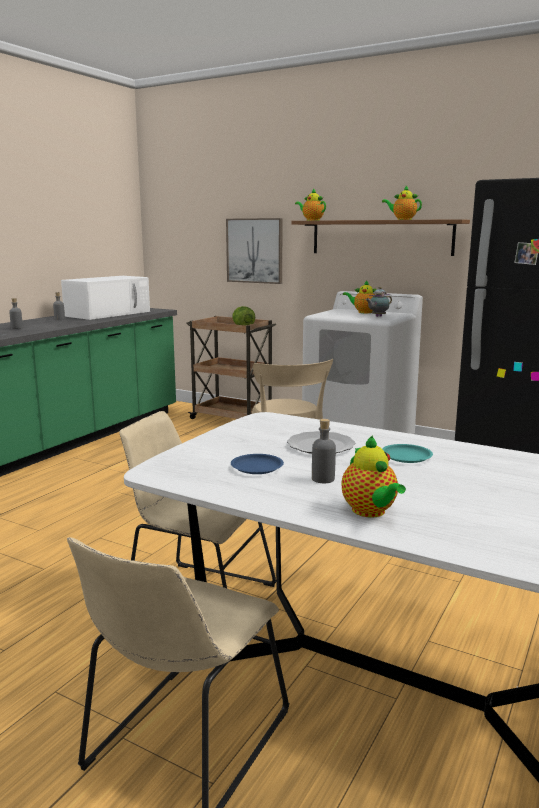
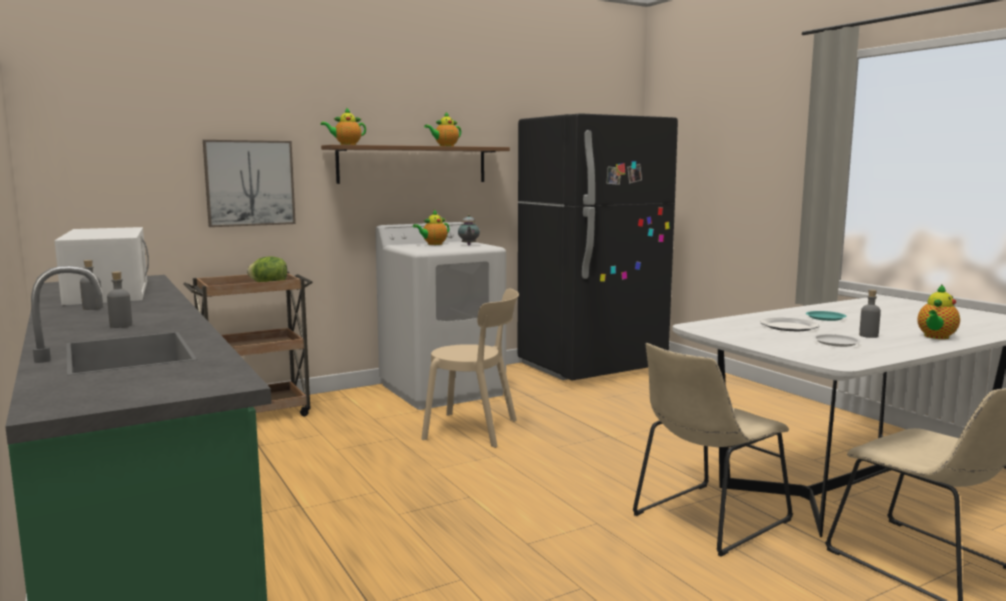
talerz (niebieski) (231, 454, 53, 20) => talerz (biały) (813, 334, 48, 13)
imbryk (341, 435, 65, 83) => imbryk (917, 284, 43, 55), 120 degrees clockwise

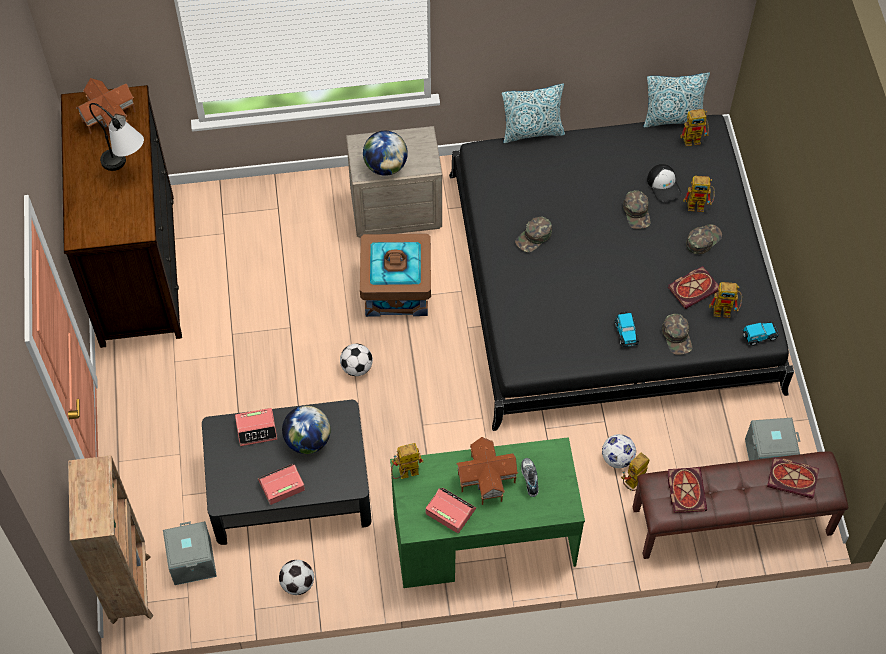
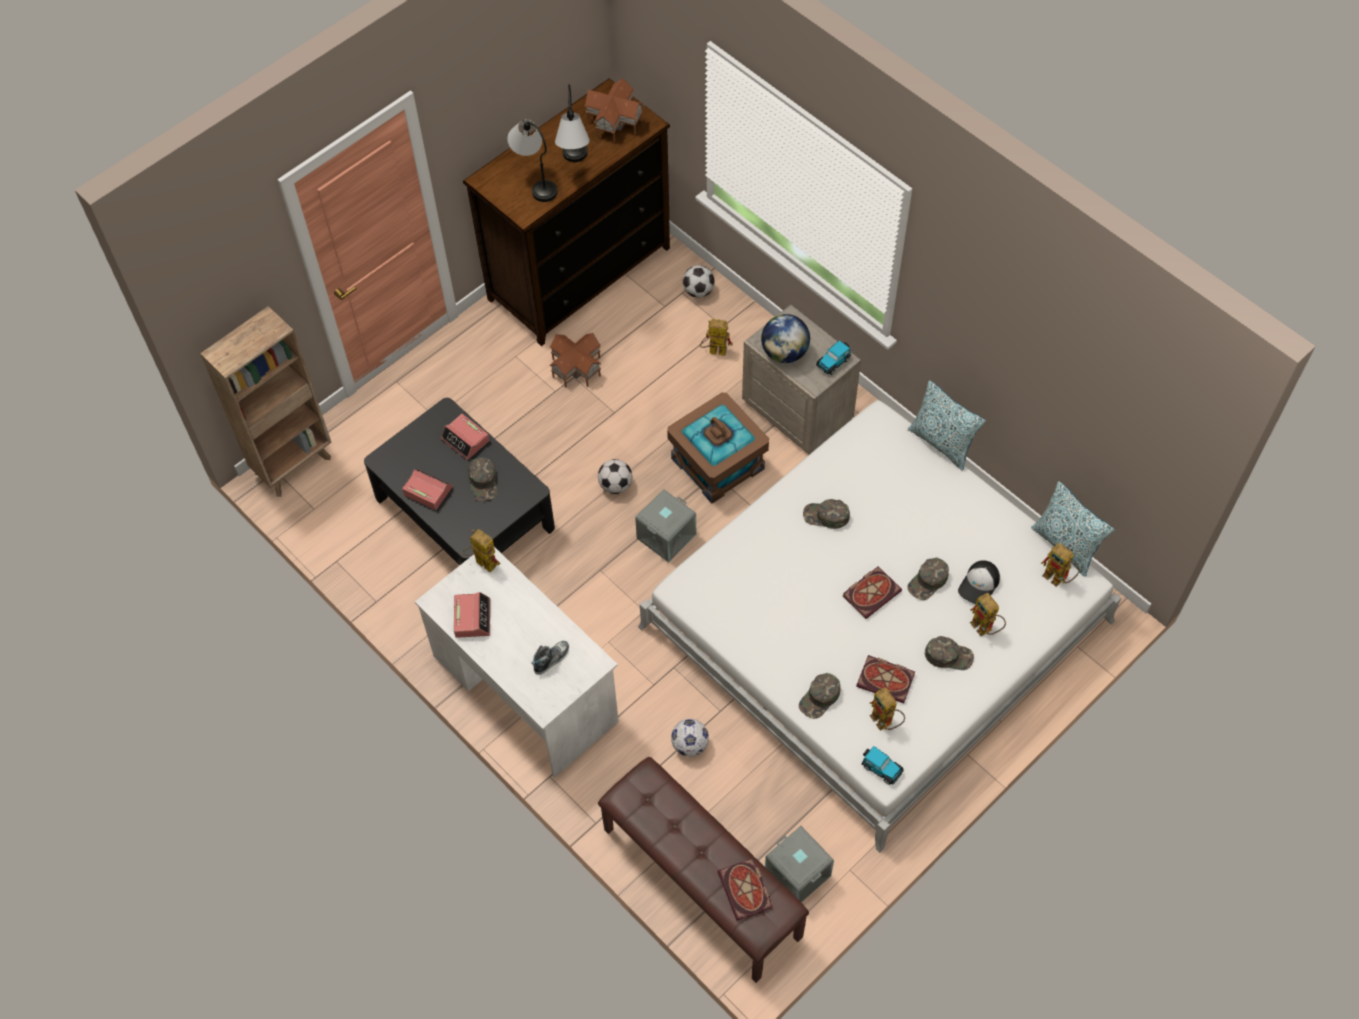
pojemnik do przechowywania (szary) (163, 521, 54, 64) => pojemnik do przechowywania (szary) (635, 489, 61, 74), relocated
piłka futbolowa (279, 560, 35, 35) => piłka futbolowa (683, 265, 32, 33), relocated
globus (282, 406, 49, 48) => czapka z daszkiem (zielony) (468, 457, 29, 44)
biurko (zielony) (390, 437, 195, 151) => biurko (biały) (415, 547, 204, 231)
łóżko (czarny) (449, 115, 345, 316) => łóżko (biały) (638, 400, 483, 453)
domek (456, 437, 62, 68) => domek (550, 333, 51, 55), relocated
samochodzik (615, 312, 24, 35) => samochodzik (816, 340, 35, 35), relocated
robot zabawkowy (621, 452, 29, 39) => robot zabawkowy (700, 319, 33, 37), relocated
książka (668, 467, 39, 46) => książka (843, 566, 59, 53), relocated
nothing => lampa stołowa (507, 119, 51, 83)

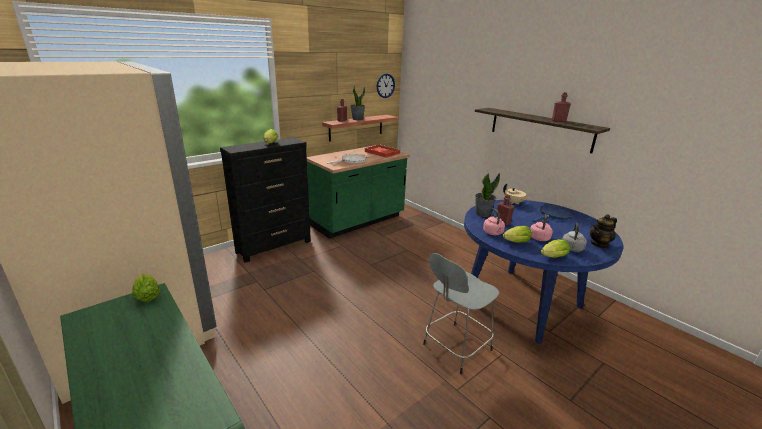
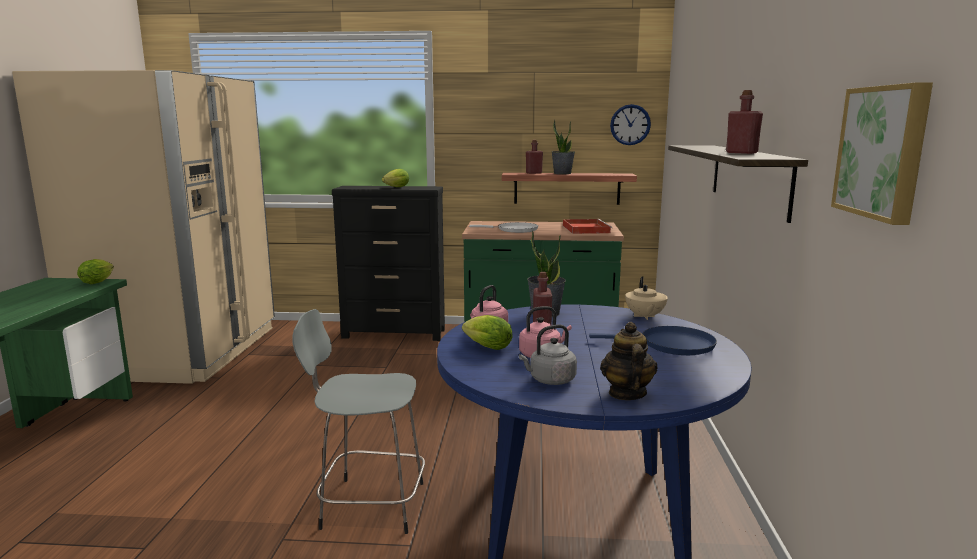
sałata (541, 239, 29, 19) => nothing
imbryk (589, 214, 28, 34) => imbryk (600, 322, 58, 78), 75 degrees clockwise
nothing => obraz (831, 82, 102, 143)

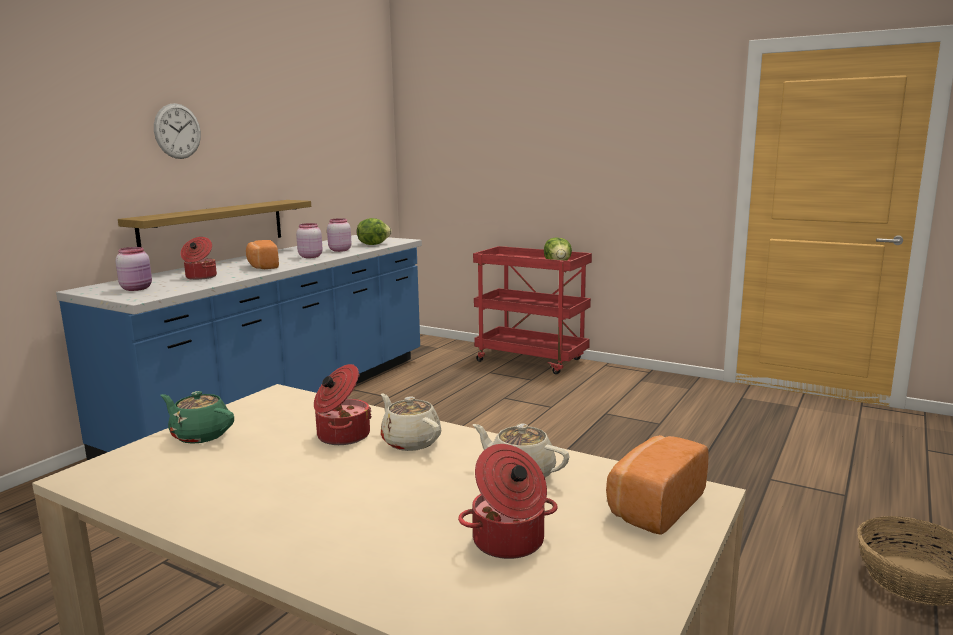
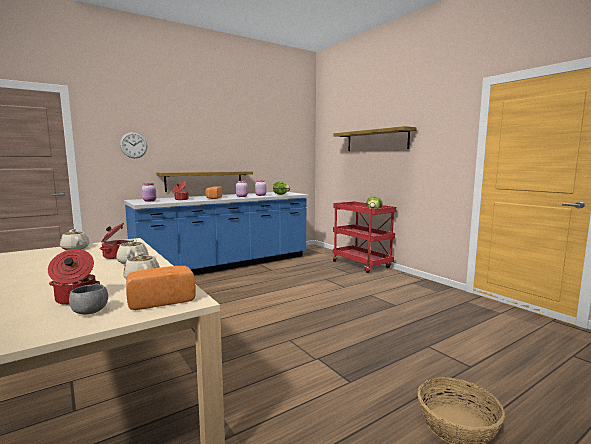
zegar ścienny (154, 103, 47, 56) => zegar ścienny (120, 132, 27, 26), relocated
imbryk (zielony) (160, 391, 74, 53) => imbryk (beżowy) (60, 229, 29, 21)
nothing => miska (szary) (69, 284, 39, 30)
nothing => półka (333, 126, 84, 25)

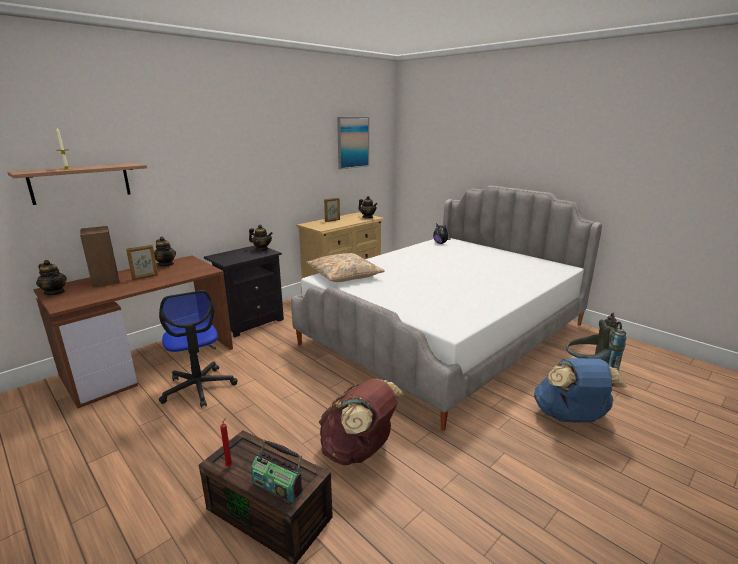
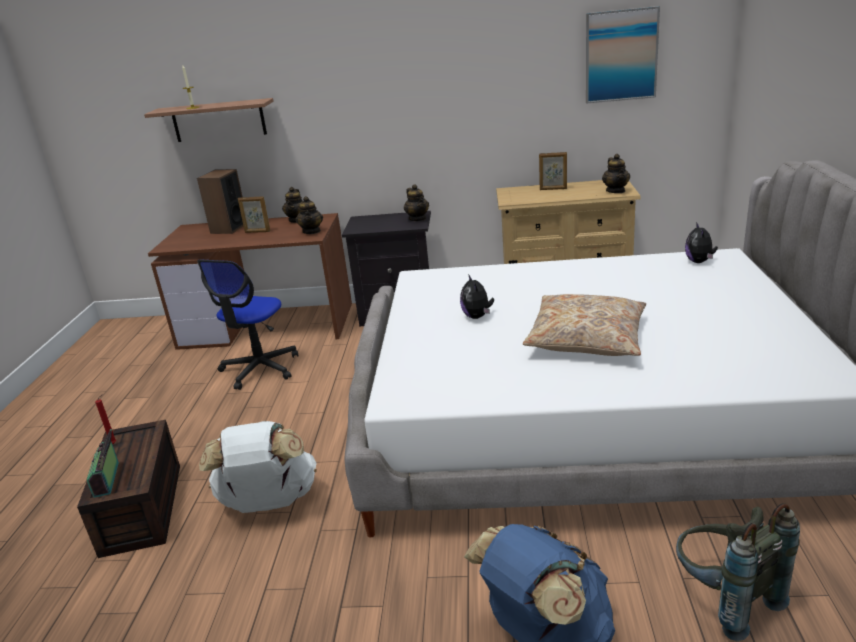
imbryk (36, 260, 31, 35) => imbryk (295, 196, 28, 38), relocated
poduszka (beżowy) (306, 253, 79, 29) => poduszka (beżowy) (523, 294, 123, 62), relocated
plecak (brązowy) (319, 379, 85, 86) => plecak (biały) (199, 420, 118, 93)
nothing => pluszak (460, 274, 34, 45)

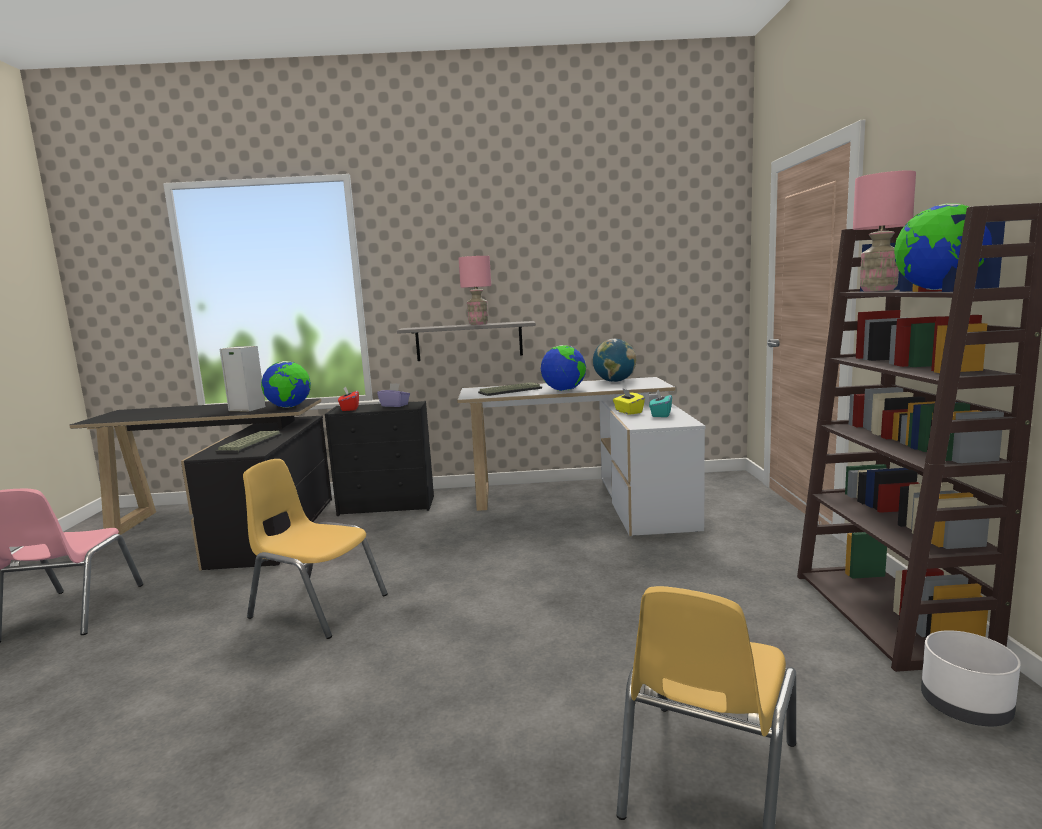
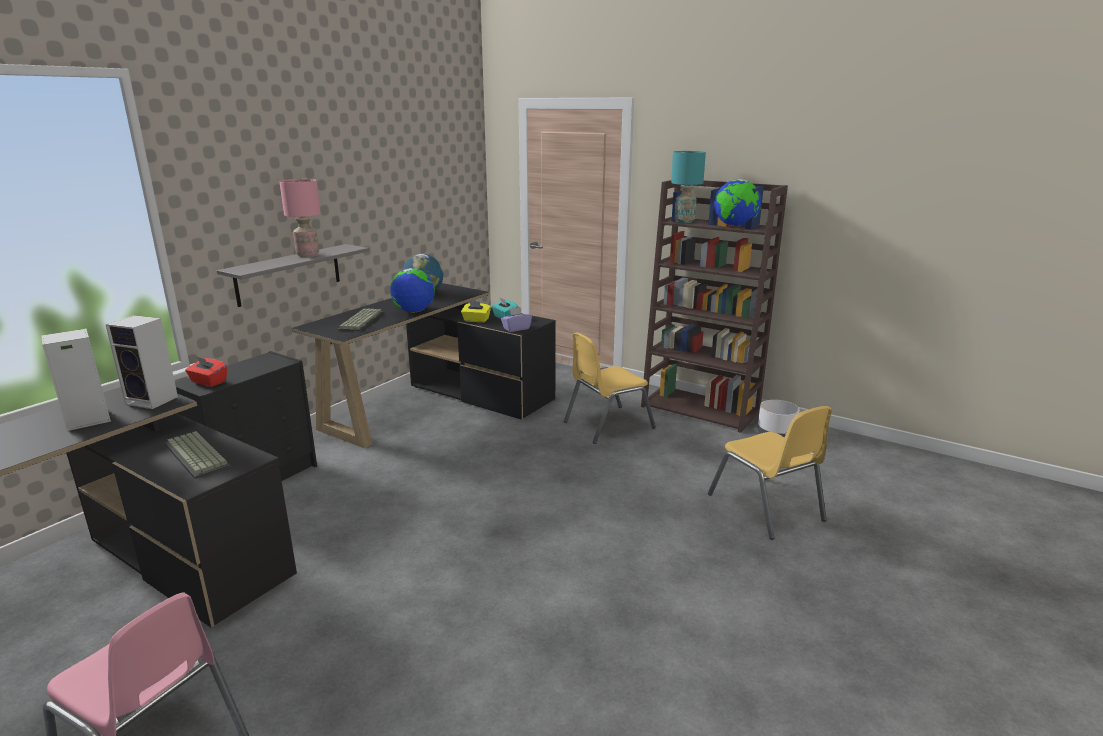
krzesło (żółty) (243, 459, 145, 180) => krzesło (żółty) (564, 332, 92, 112), relocated
globus (261, 361, 50, 47) => głośnik (105, 315, 73, 94)
pudełko chusteczek (fioletowy) (377, 383, 33, 24) => pudełko chusteczek (fioletowy) (501, 307, 31, 25), relocated
biurko (biały) (457, 377, 248, 159) => biurko (czarny) (291, 283, 265, 165)
lampa stołowa (różowy) (853, 170, 63, 121) => lampa stołowa (turkusowy) (671, 151, 35, 72)

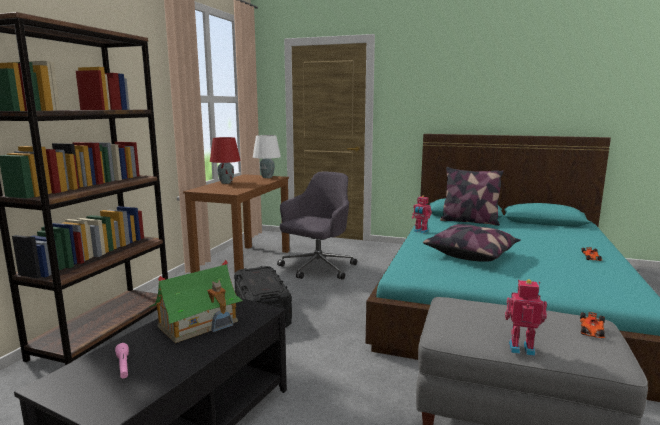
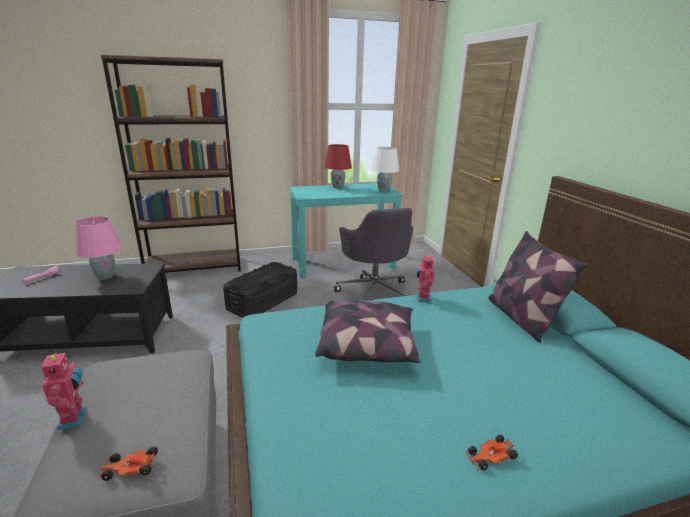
domek (149, 260, 94, 83) => lampa stołowa (różowy) (75, 216, 47, 64)
biurko (brązowy) (183, 174, 106, 99) => biurko (turkusowy) (289, 183, 114, 95)
krzesło biurowe (szary) (277, 172, 80, 108) => krzesło biurowe (szary) (334, 208, 79, 93), 75 degrees clockwise

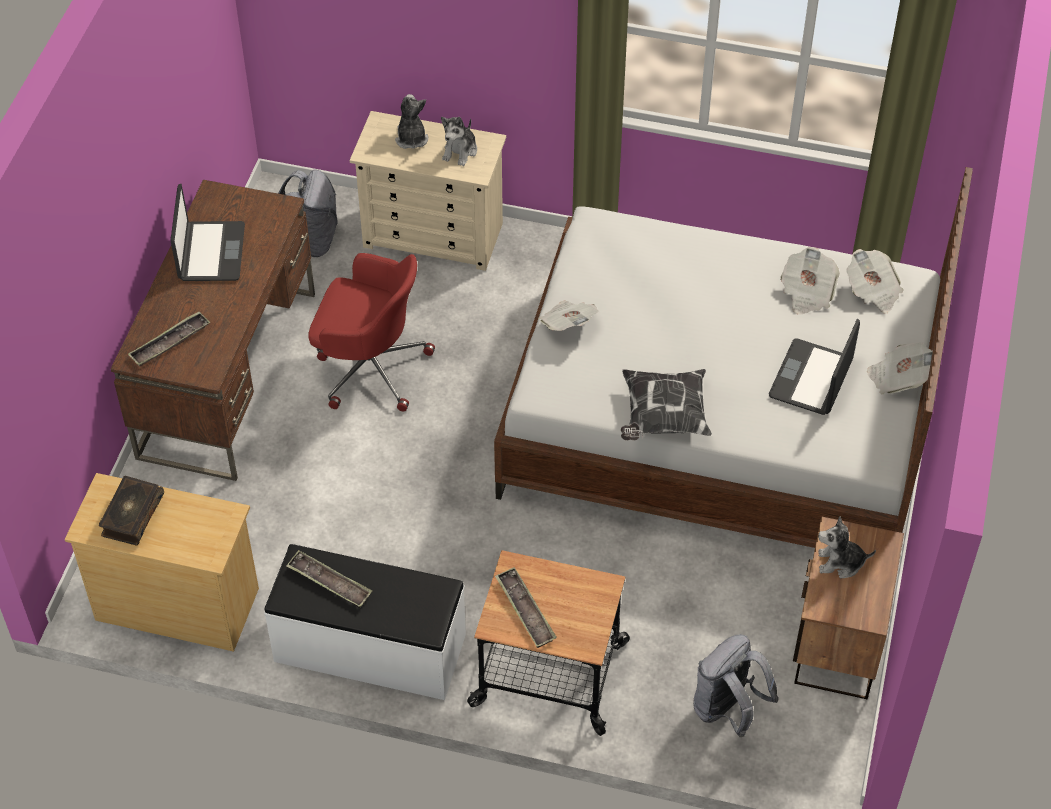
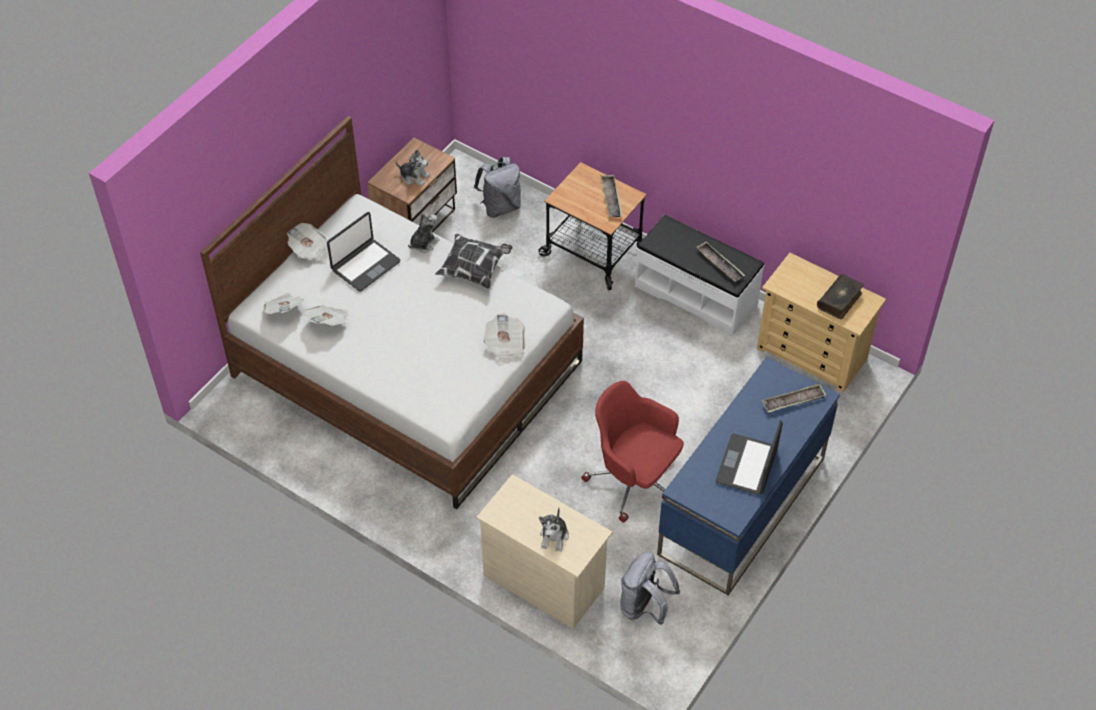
biurko (brązowy) (111, 180, 204, 301) => biurko (niebieski) (657, 357, 183, 239)
pluszak (441, 117, 36, 49) => pluszak (408, 213, 32, 40), relocated

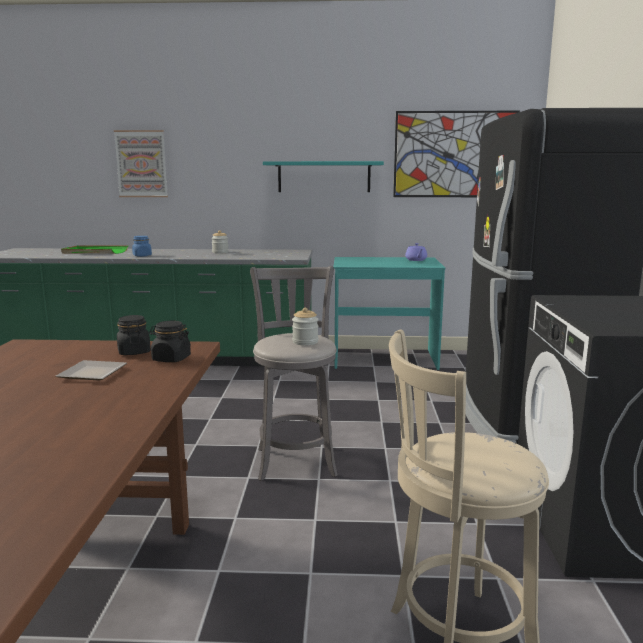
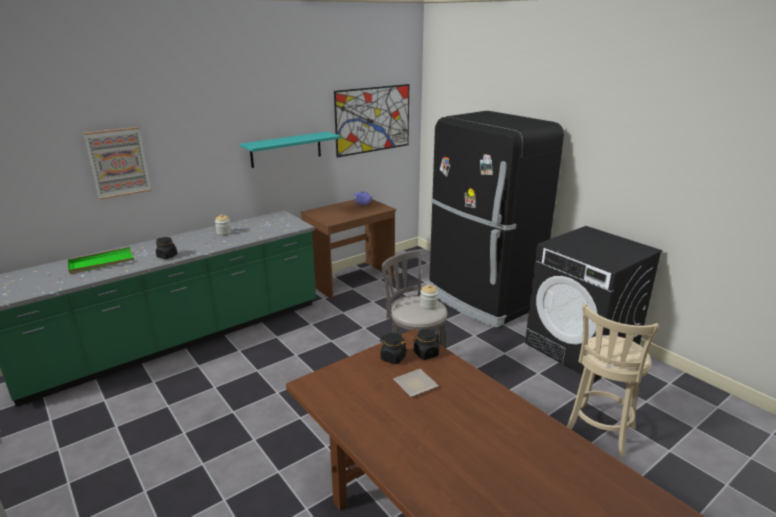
słoik (niebieski) (132, 236, 20, 21) => słoik (czarny) (156, 237, 21, 22)
biurko (turkusowy) (334, 257, 112, 113) => biurko (brązowy) (300, 199, 96, 101)

